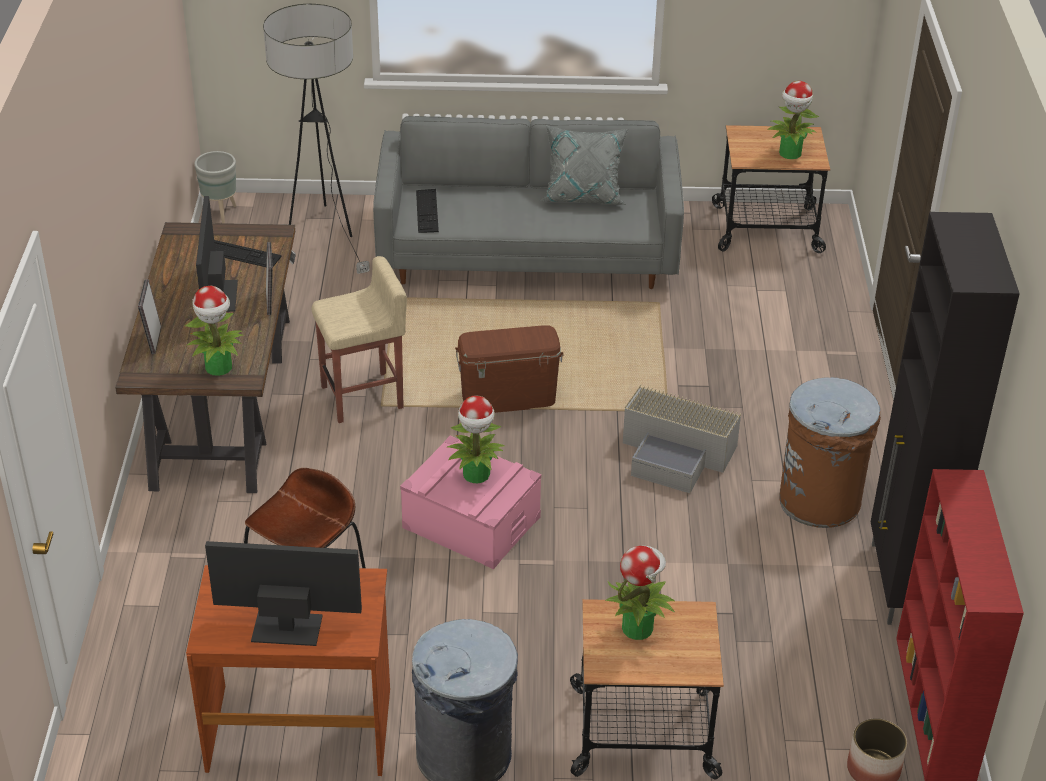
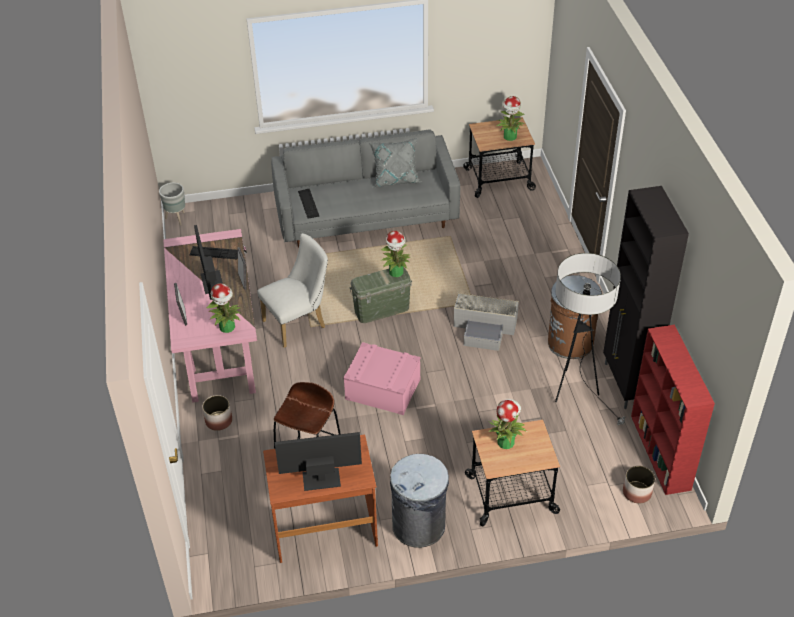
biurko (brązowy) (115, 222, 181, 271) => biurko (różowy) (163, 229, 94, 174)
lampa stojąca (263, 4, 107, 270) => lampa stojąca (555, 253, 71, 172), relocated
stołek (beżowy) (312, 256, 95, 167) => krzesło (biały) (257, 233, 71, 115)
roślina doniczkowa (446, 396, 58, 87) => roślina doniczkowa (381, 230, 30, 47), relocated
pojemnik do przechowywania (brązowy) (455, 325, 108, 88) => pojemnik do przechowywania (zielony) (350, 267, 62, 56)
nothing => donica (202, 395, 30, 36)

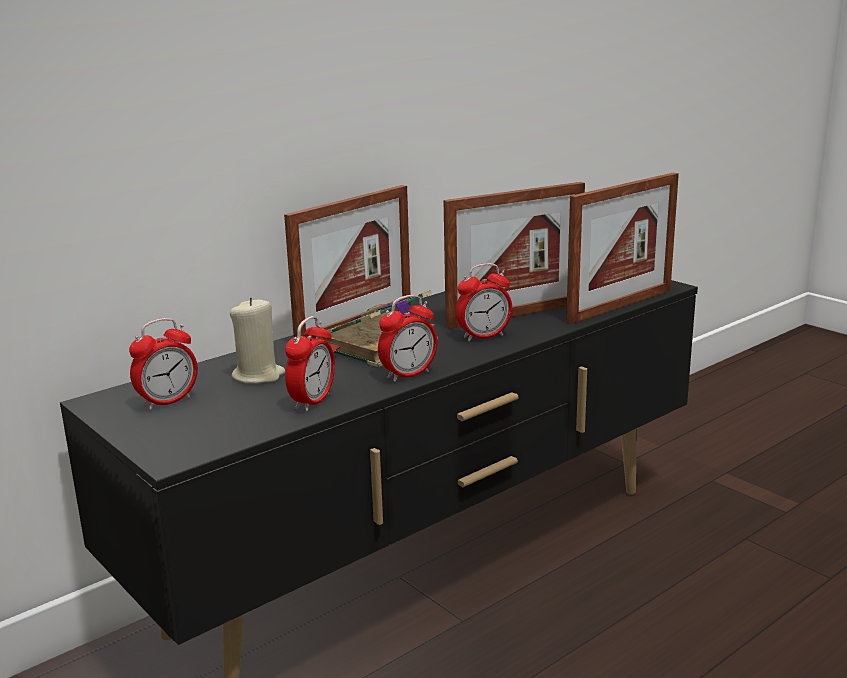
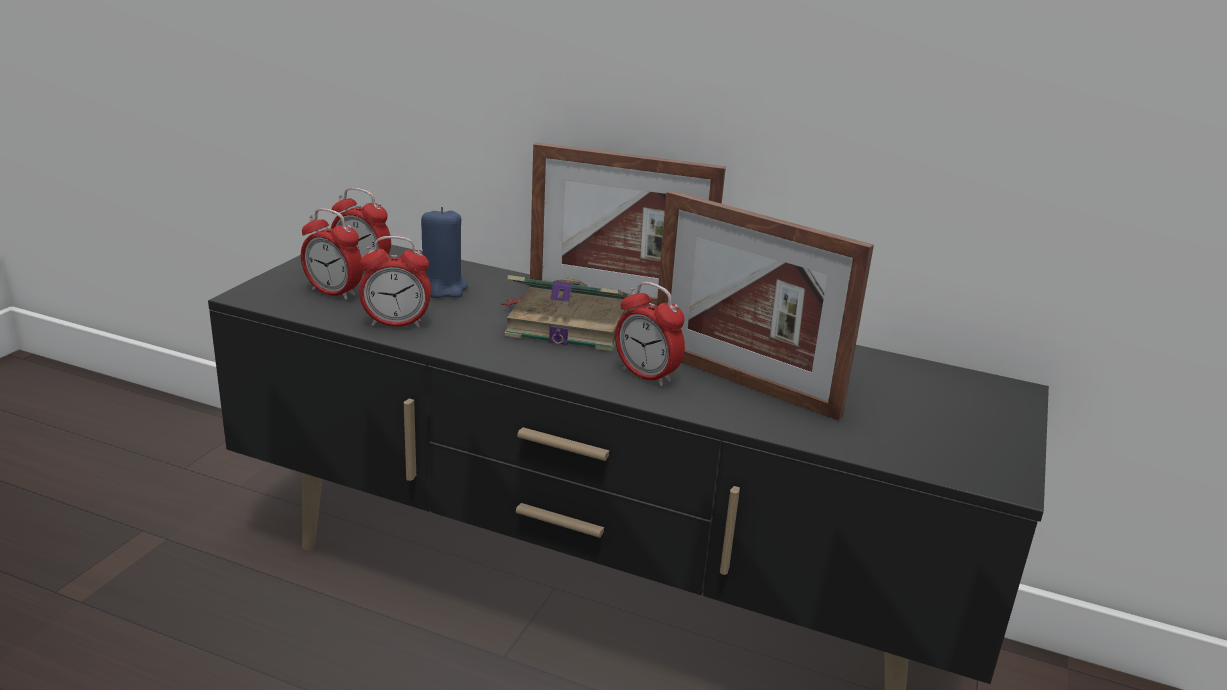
świeca (beżowy) (230, 298, 55, 86) => świeca (niebieski) (421, 207, 47, 91)
budzik (378, 295, 60, 87) => budzik (301, 208, 62, 92), relocated
ramka na zdjęcie (566, 173, 113, 151) => nothing

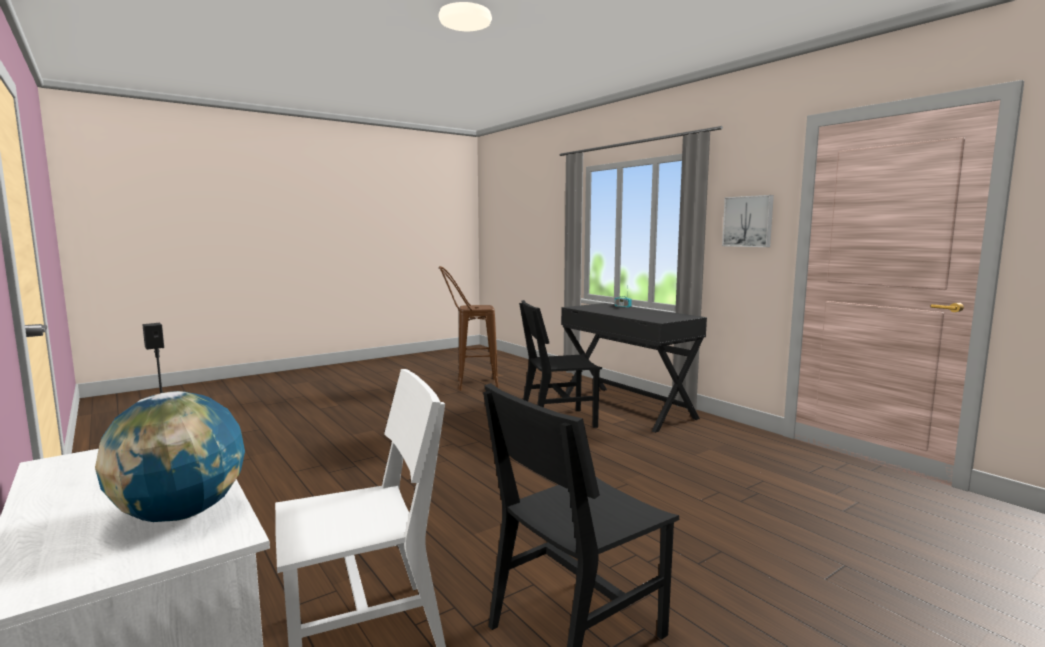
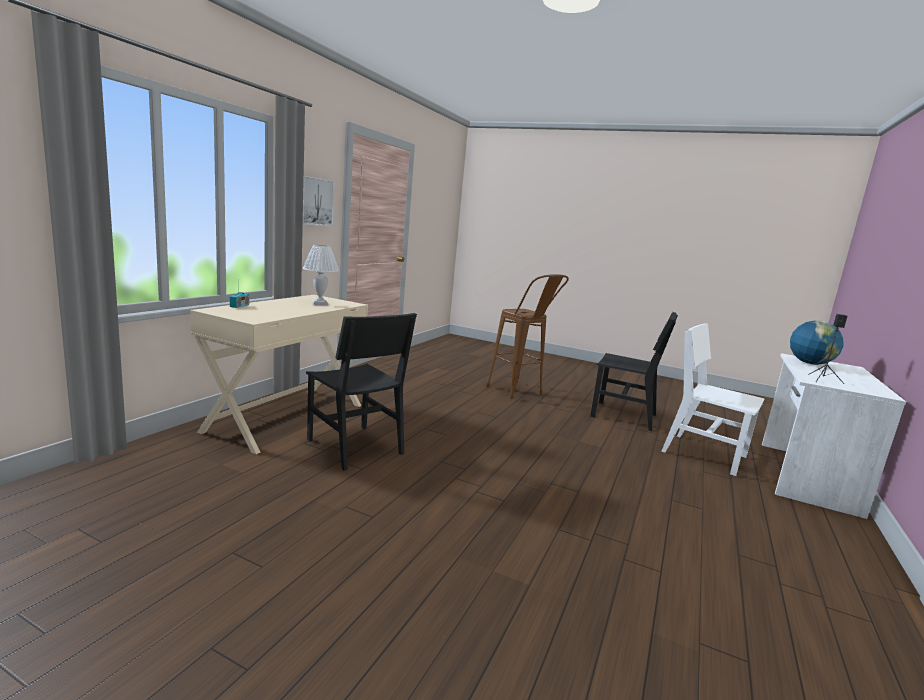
stołek (brązowy) (439, 266, 60, 124) => stołek (brązowy) (486, 274, 83, 125), relocated
biurko (czarny) (561, 303, 146, 130) => biurko (beżowy) (190, 295, 178, 159)
nothing => lampa stołowa (biały) (303, 245, 36, 60)

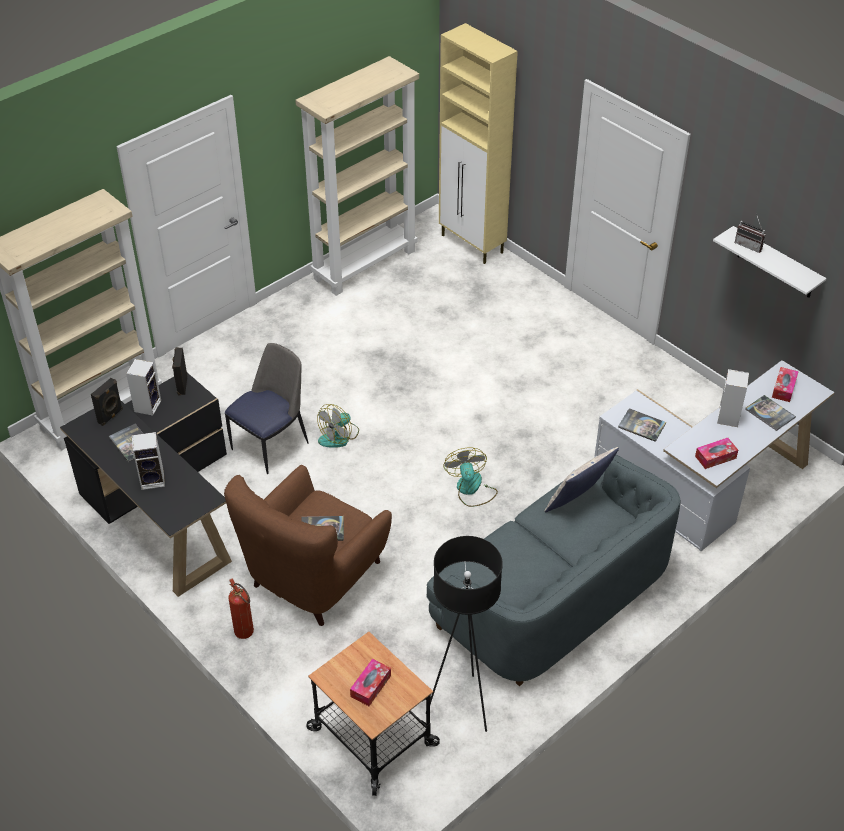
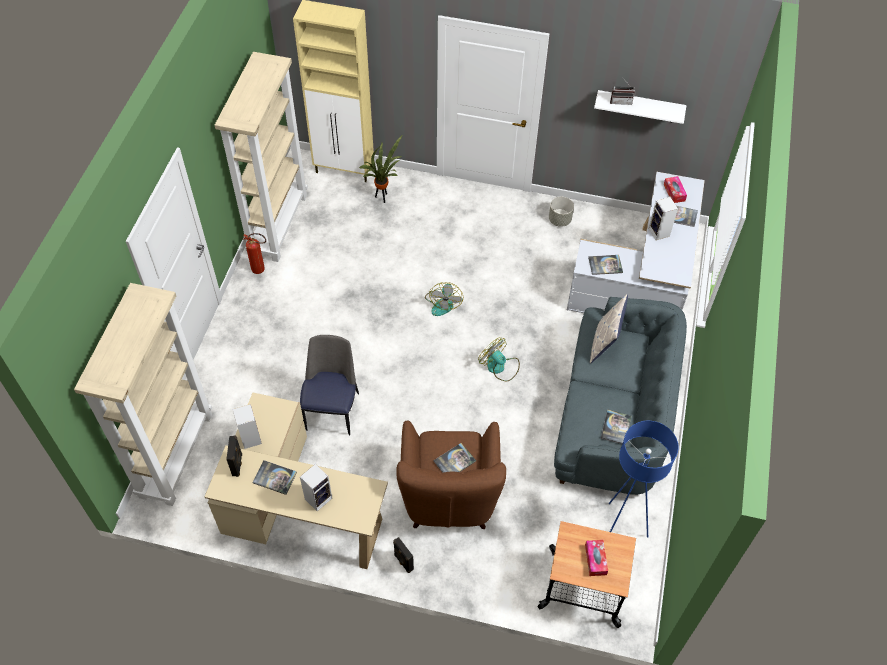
biurko (czarny) (60, 373, 172, 224) => biurko (beżowy) (205, 393, 183, 176)
głośnik (czarny) (172, 347, 15, 48) => głośnik (czarny) (393, 537, 21, 36), relocated
gaśnica (228, 578, 26, 61) => gaśnica (243, 233, 23, 41), relocated
wentylator (317, 404, 42, 44) => wentylator (425, 282, 38, 34), relocated
lampa stojąca (czarny) (426, 536, 77, 196) => lampa stojąca (niebieski) (609, 421, 70, 117)
pudełko chusteczek (695, 438, 43, 31) => nothing
nothing => roślina doniczkowa (359, 136, 44, 67)
nothing => donica (szary) (549, 197, 25, 30)
nothing => książka (601, 409, 30, 35)

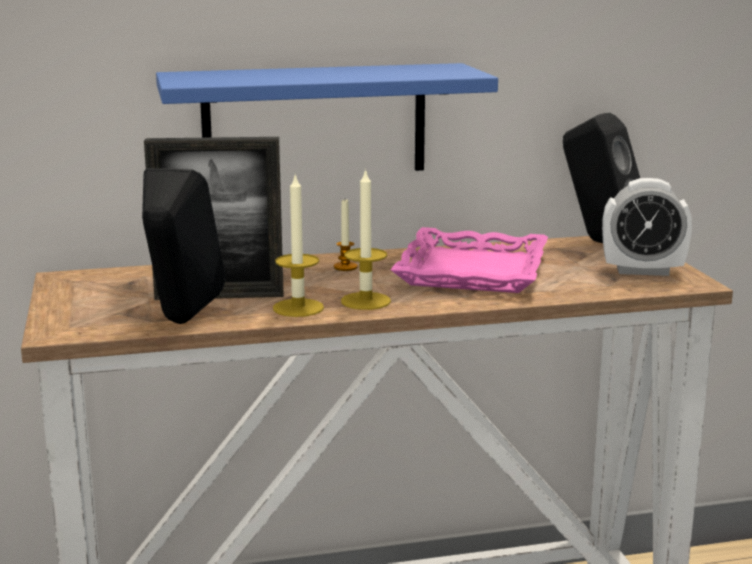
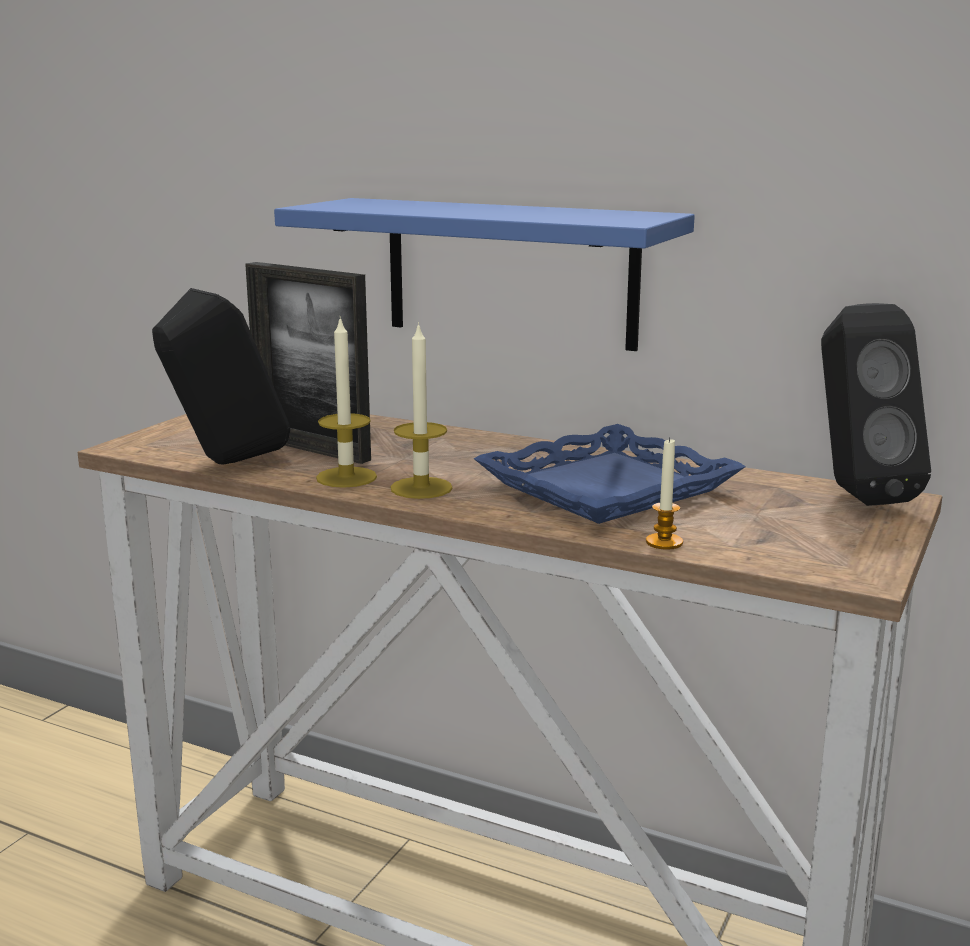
świeca (334, 199, 24, 72) => świeca (646, 437, 37, 113), relocated
taca (różowy) (391, 227, 157, 66) => taca (niebieski) (474, 424, 272, 100)
budzik (602, 178, 90, 98) => nothing

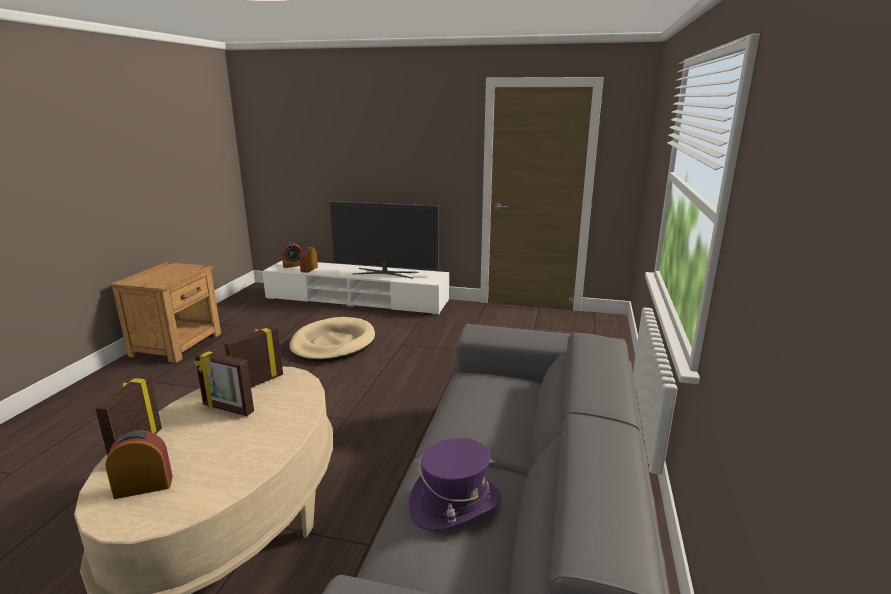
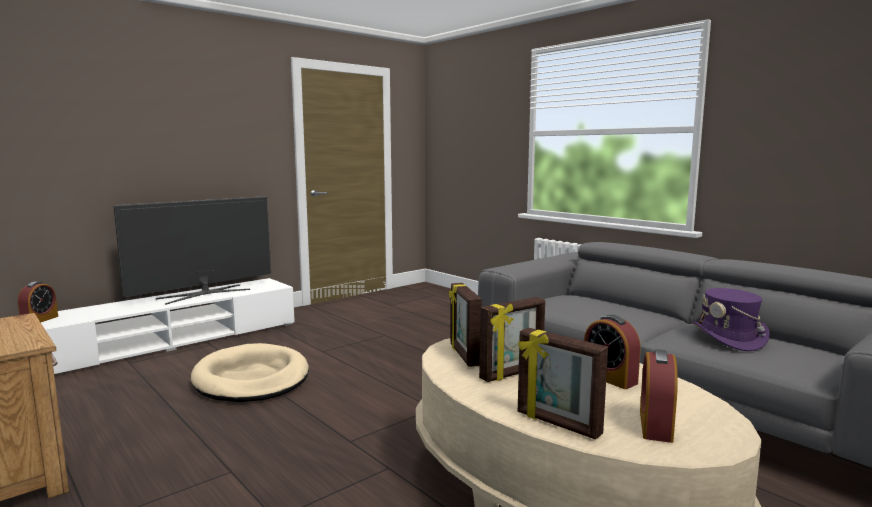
budzik (299, 246, 19, 27) => budzik (584, 315, 57, 74), relocated

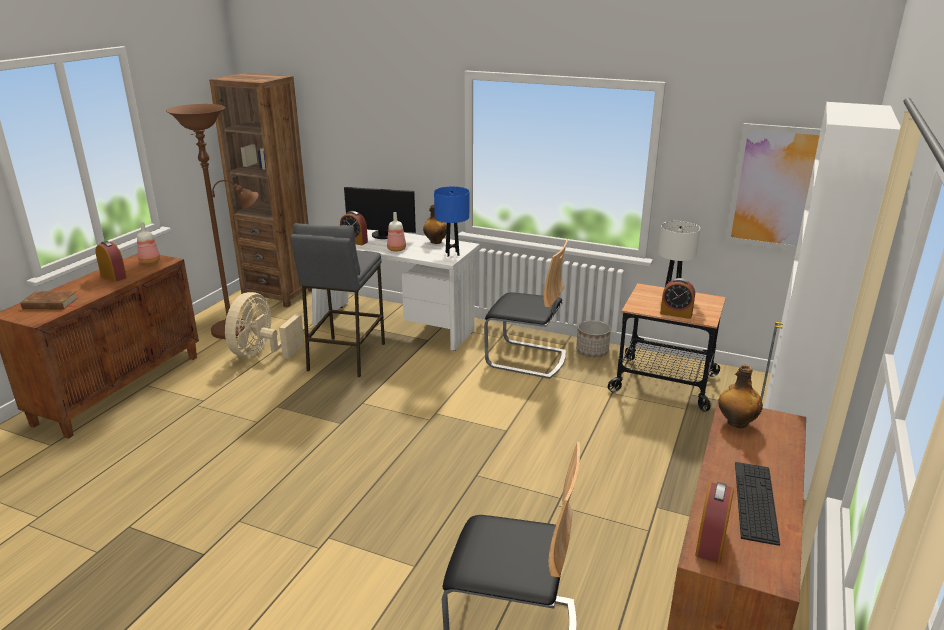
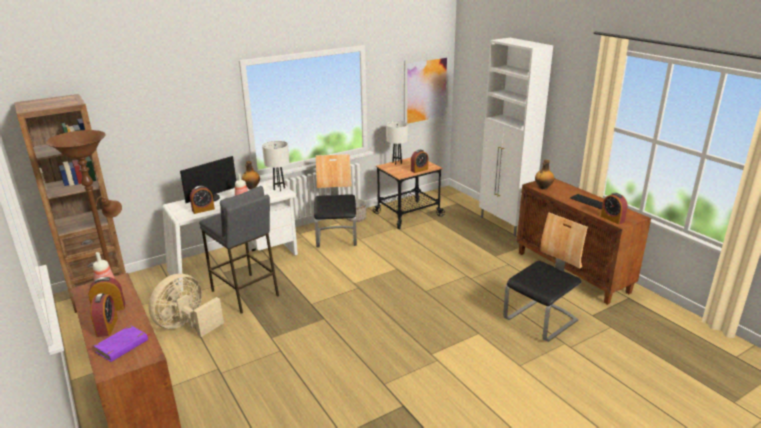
książka (brązowy) (21, 291, 57, 18) => książka (fioletowy) (94, 325, 57, 37)
wentylator (beżowy) (225, 292, 80, 67) => wentylator (beżowy) (148, 274, 76, 63), 75 degrees clockwise
lampa stołowa (niebieski) (434, 186, 35, 71) => lampa stołowa (biały) (262, 141, 27, 50)
krzesło (484, 239, 84, 140) => krzesło (314, 154, 43, 94), 60 degrees counterclockwise
nothing => budzik (90, 293, 28, 44)

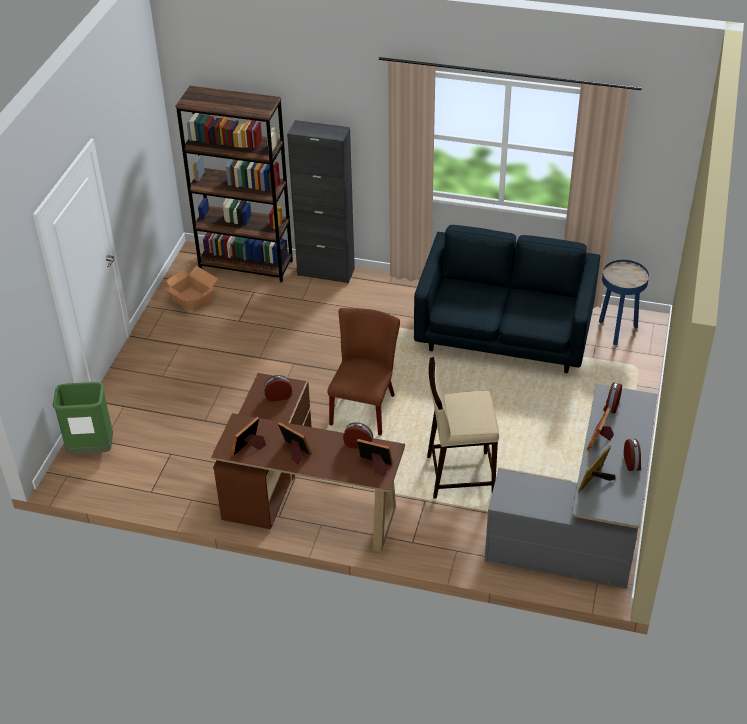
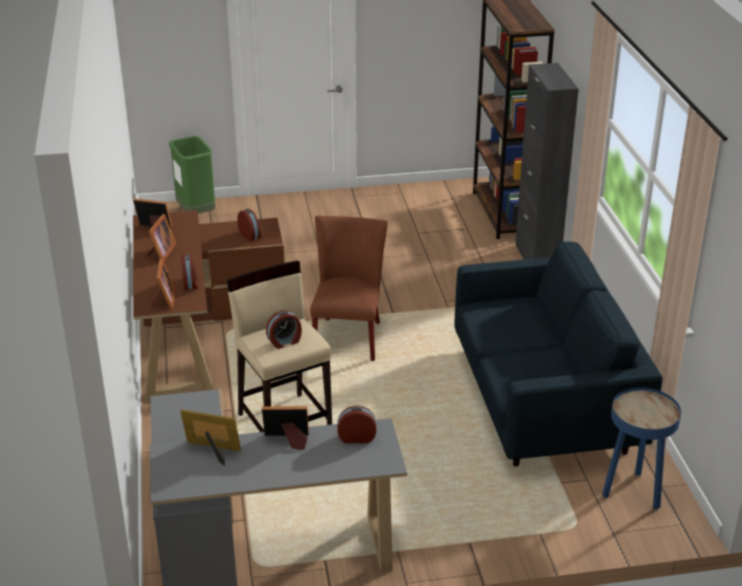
karton (162, 266, 56, 46) => nothing
krzesło (brązowy) (327, 308, 73, 127) => krzesło (brązowy) (310, 216, 78, 145), 75 degrees counterclockwise
budzik (624, 439, 17, 32) => budzik (266, 310, 36, 39), relocated

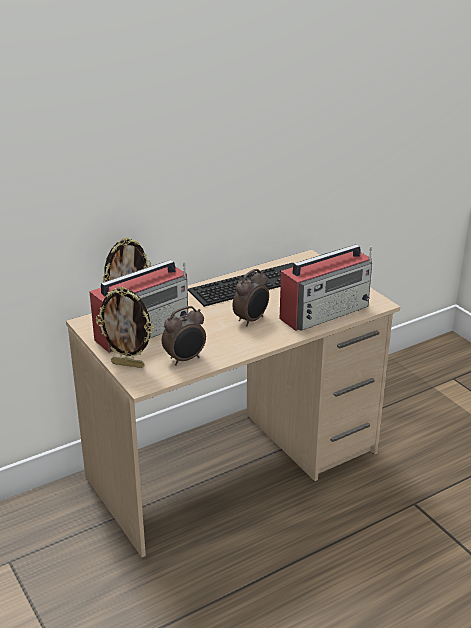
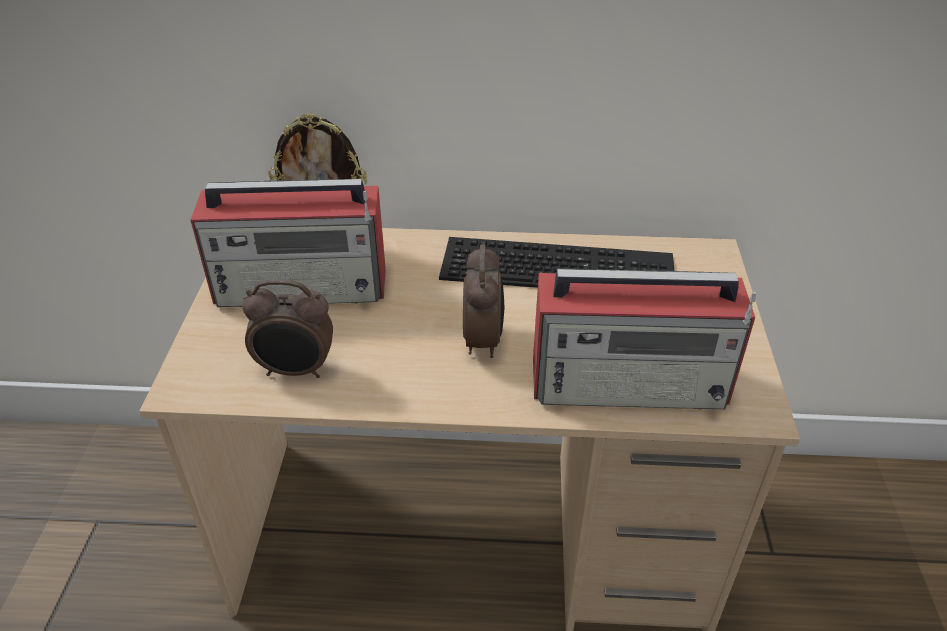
ramka na zdjęcie (96, 287, 58, 81) => nothing
budzik (232, 269, 37, 57) => budzik (463, 243, 42, 115), 75 degrees counterclockwise

